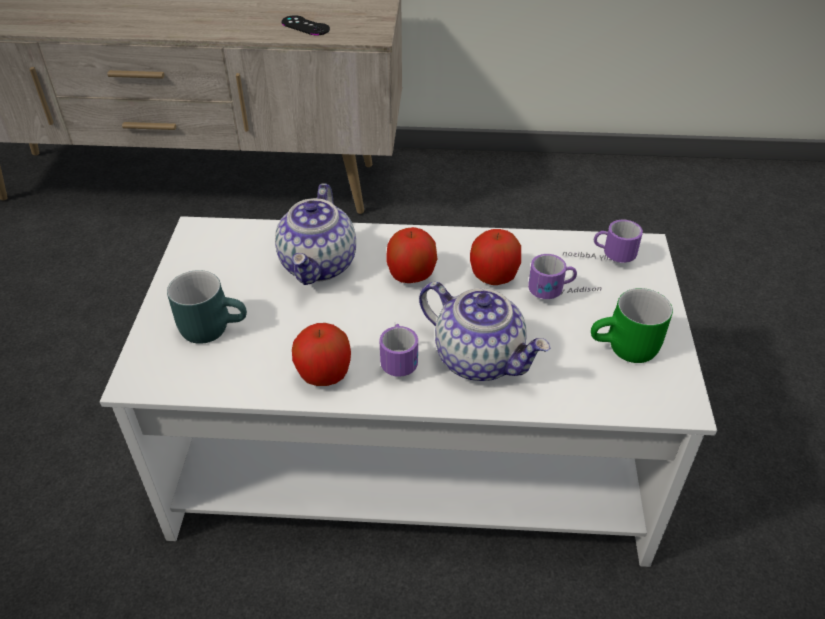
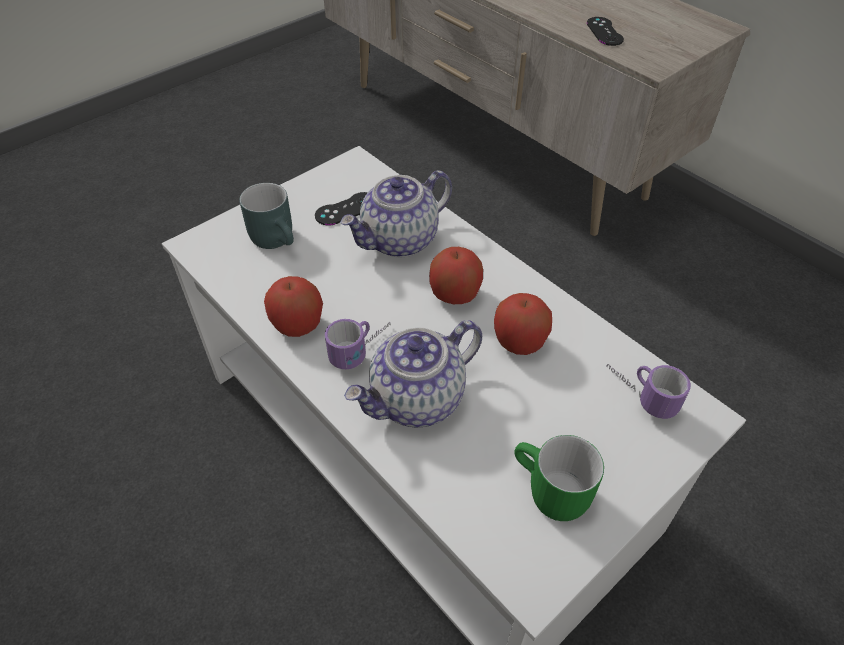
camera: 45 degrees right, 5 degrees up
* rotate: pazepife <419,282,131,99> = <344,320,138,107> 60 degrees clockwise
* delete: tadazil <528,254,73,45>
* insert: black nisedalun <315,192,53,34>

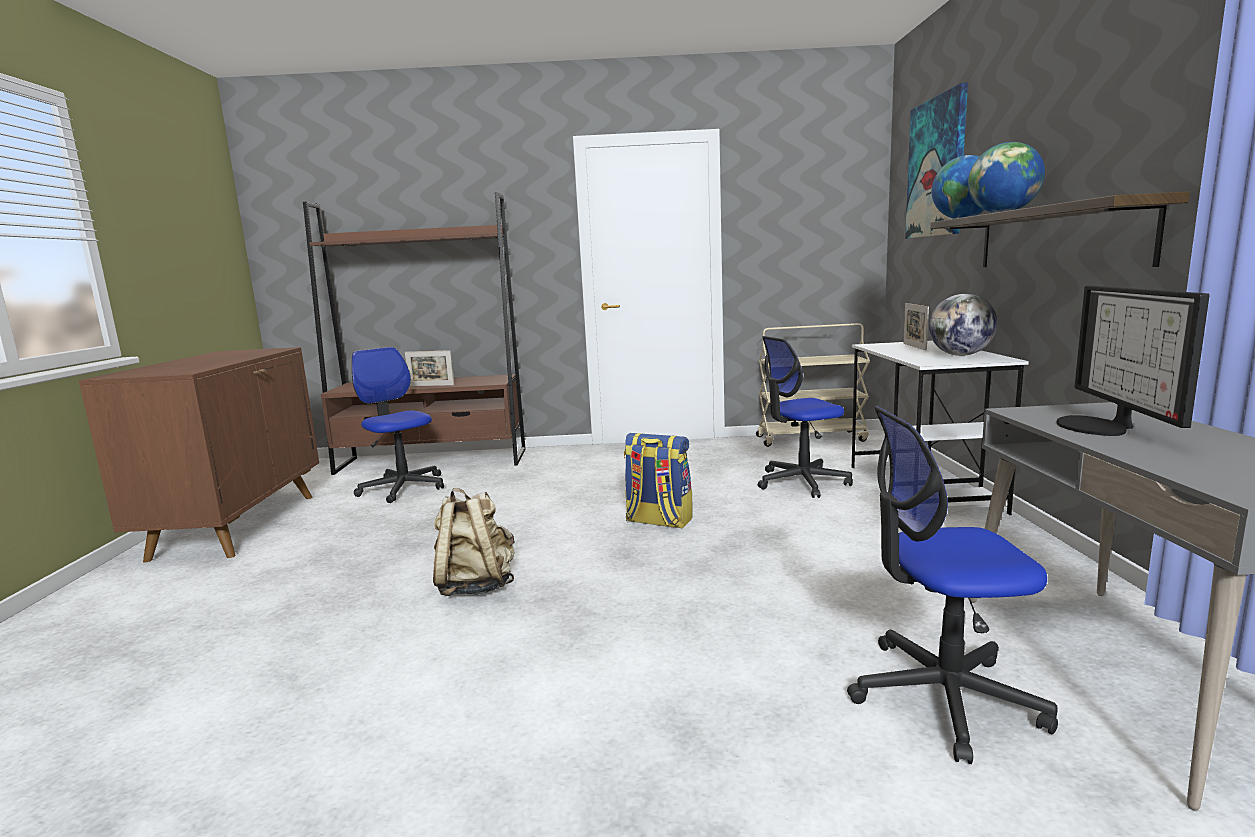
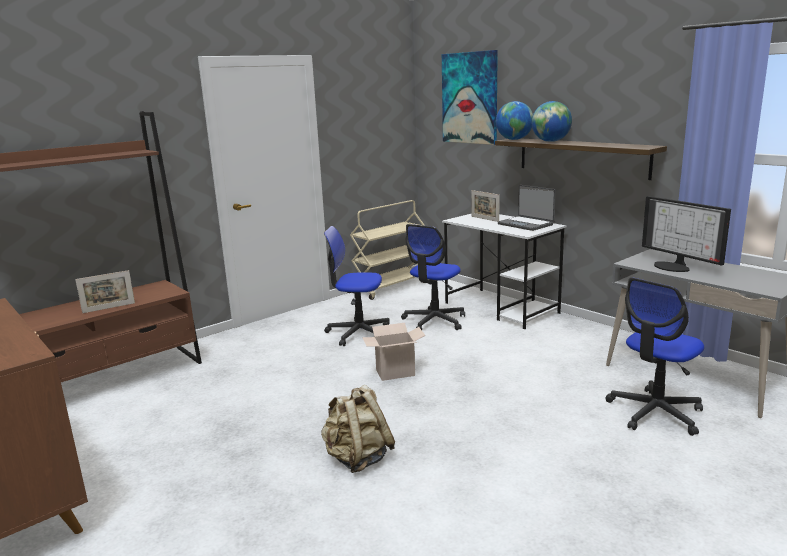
camera: 40 degrees left, 5 degrees up
* move: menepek <352,347,92,156> to <324,226,66,120>
* replace: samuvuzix <624,433,68,95> to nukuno <362,323,64,58>
* replace: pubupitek <929,294,69,62> to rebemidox <498,185,58,46>

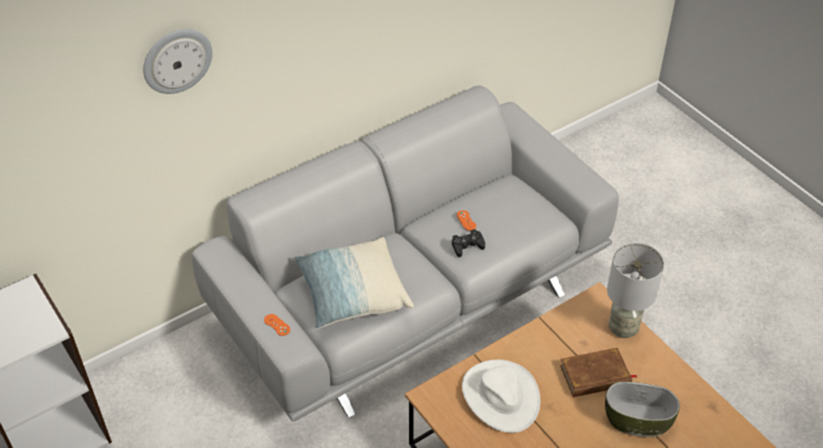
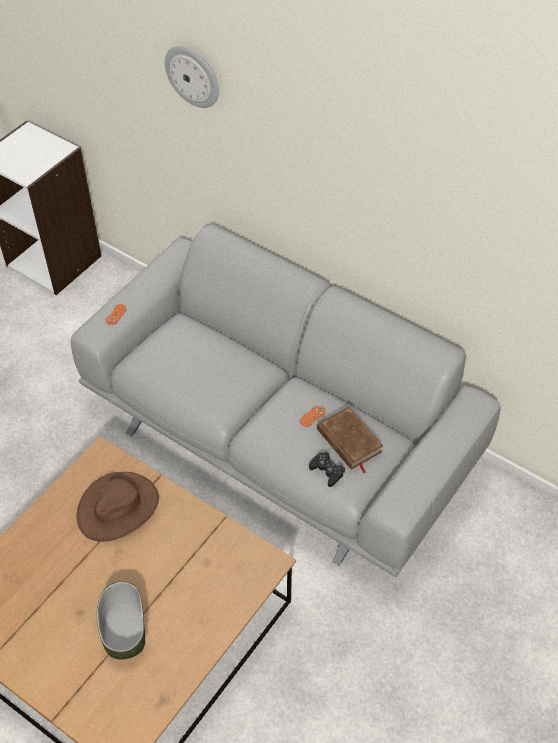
camera: 70 degrees right, 5 degrees up
* delete: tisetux <294,237,120,92>
* move: black nisedalun <452,229,33,28> to <309,452,36,35>
* recolor: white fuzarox <462,360,78,73> to brown fuzarox <77,472,82,70>
* move: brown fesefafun <560,348,77,49> to <317,407,66,66>
* delete: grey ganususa <607,242,57,96>

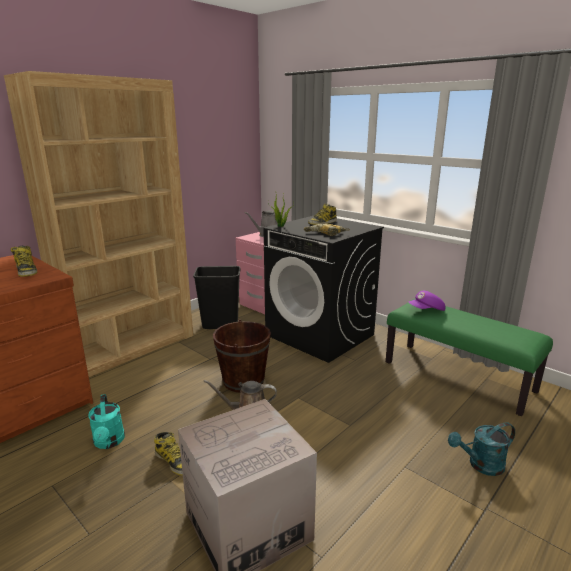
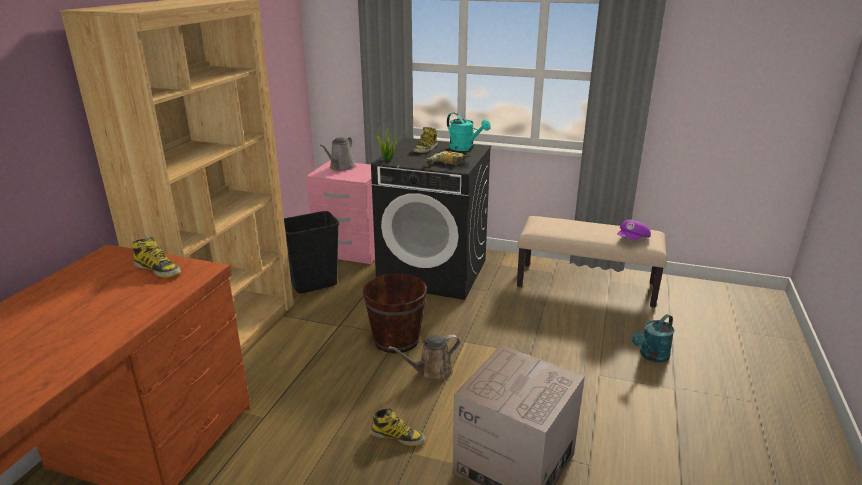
camera: 25 degrees left, 5 degrees up
* move: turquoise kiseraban <88,394,37,55> to <447,113,44,38>
* recolor: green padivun <386,299,167,117> to beige padivun <517,216,150,91>
* move: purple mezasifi <409,291,37,20> to <617,220,34,20>

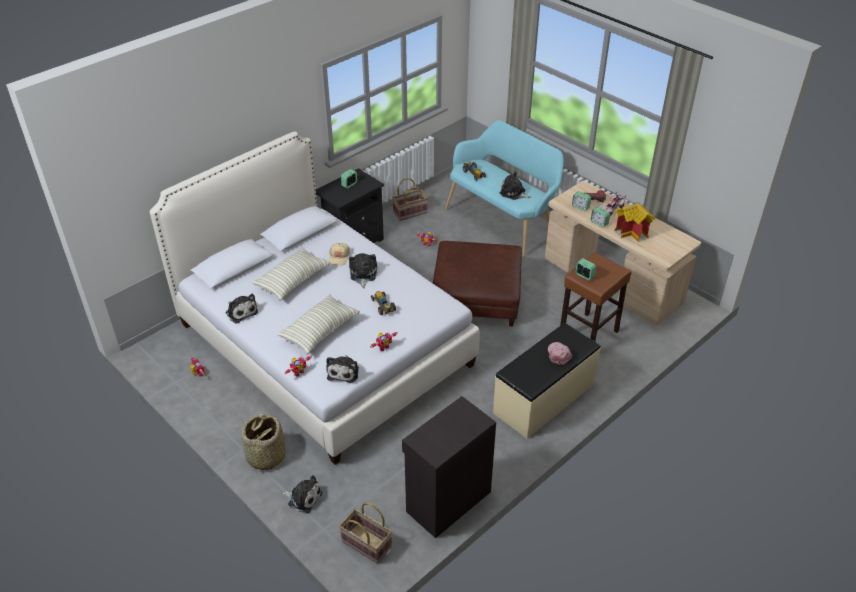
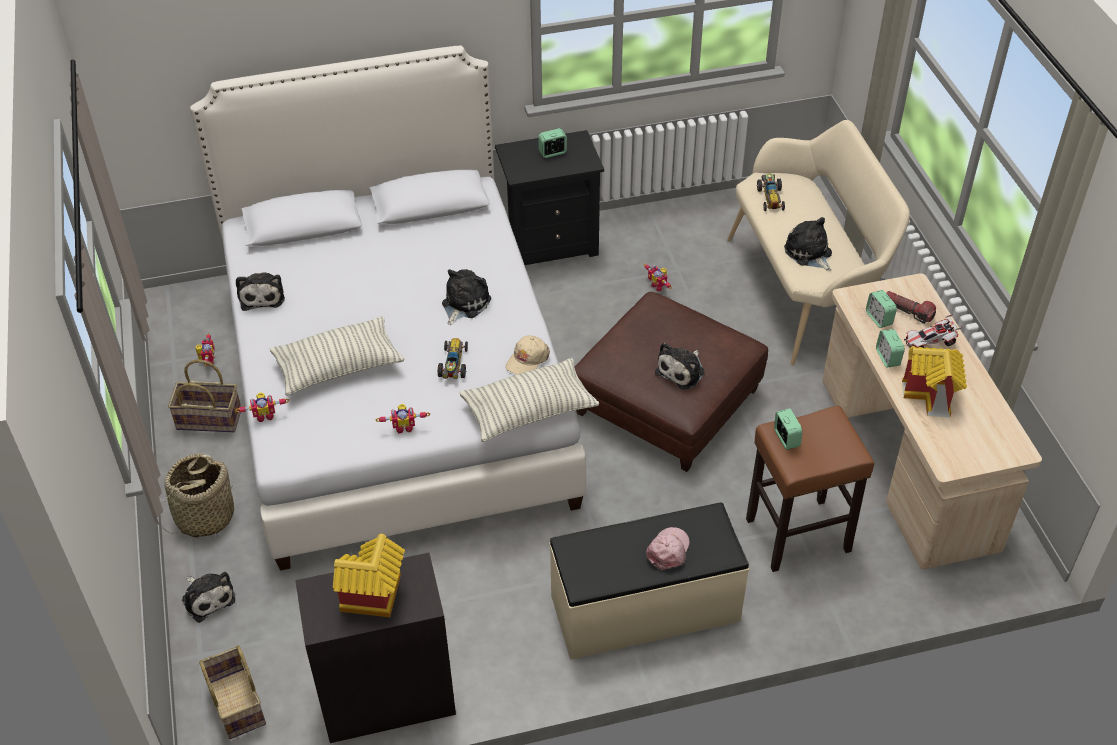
camera: 30 degrees right, 5 degrees up
* move: tisetux <252,248,79,53> to <460,358,139,84>
* move: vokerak <326,355,33,28> to <655,343,50,46>
* move: beige mezasifi <329,243,21,22> to <506,336,44,39>
* move: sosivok <392,178,36,43> to <168,359,73,73>
* recolor: turquoise padivun <445,120,119,137> to beige padivun <727,120,183,245>
* insert: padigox <333,534,72,83>

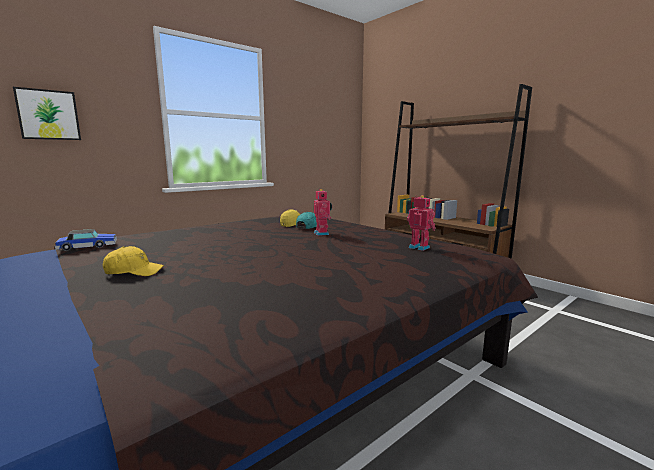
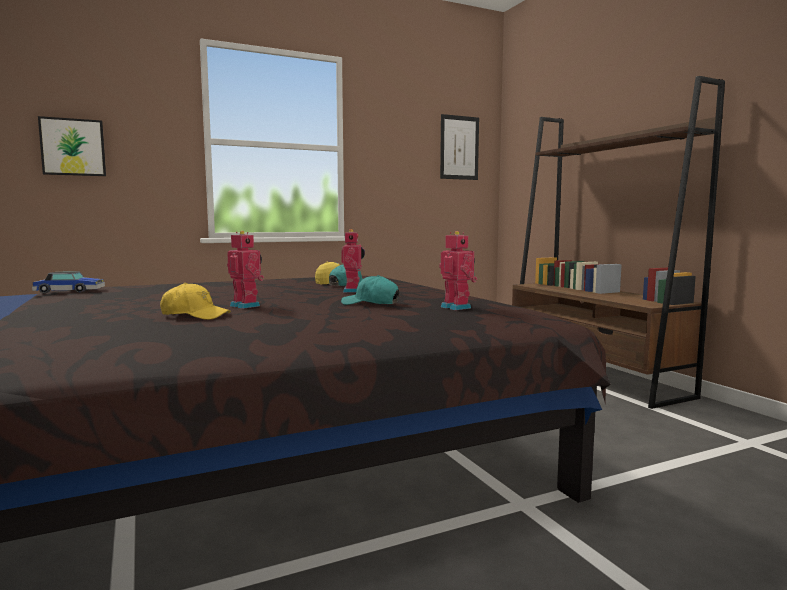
camera: 15 degrees right, 5 degrees down
* move: yellow mezasifi <103,246,61,30> to <160,282,71,38>
* insert: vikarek <227,231,37,78>
* insert: turquoise mezasifi <341,275,58,30>
* insert: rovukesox <440,114,39,66>

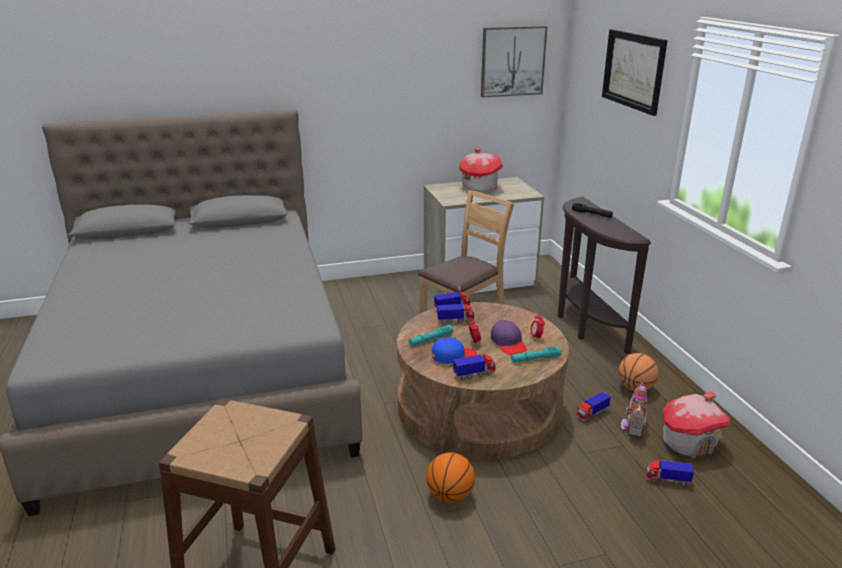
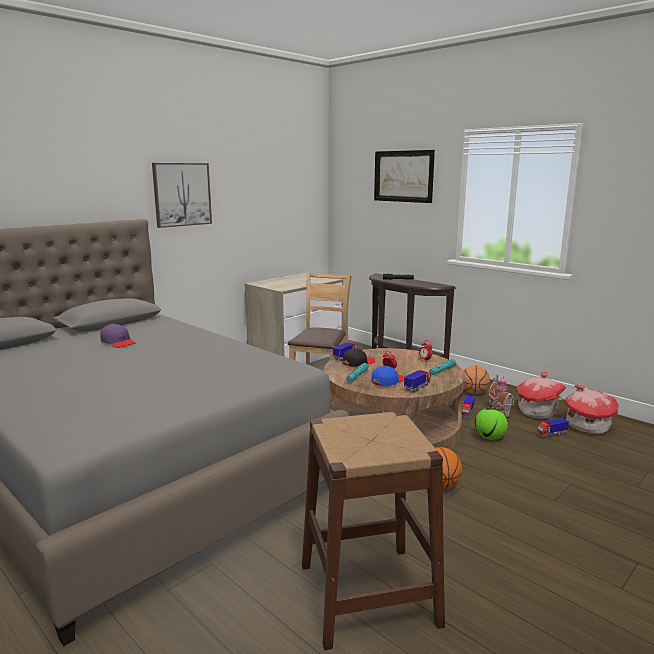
camera: 30 degrees left, 10 degrees down
* replace: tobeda <437,304,37,20> to black mezasifi <343,349,32,18>
* move: padigox <459,147,44,45> to <565,384,54,50>
* move: rovukesox <481,26,67,72> to <152,163,60,65>
* move: purple mezasifi <491,320,36,35> to <100,323,36,25>
* insert: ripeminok <475,407,33,33>

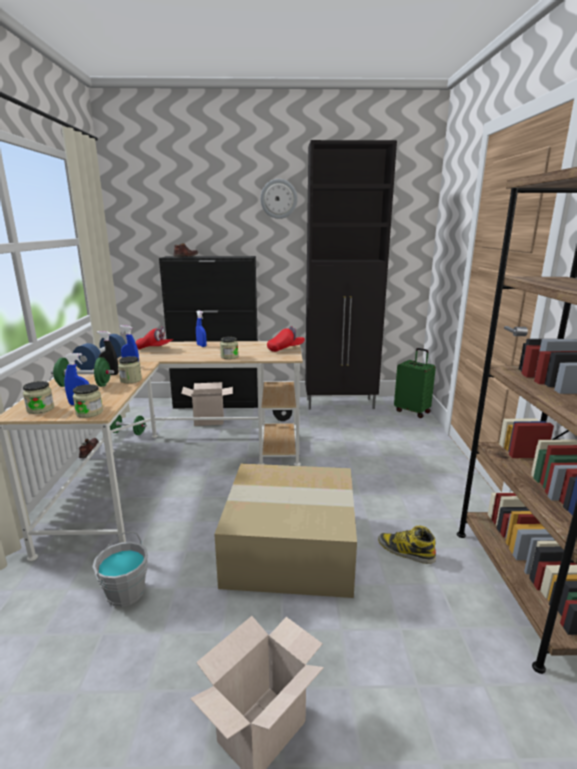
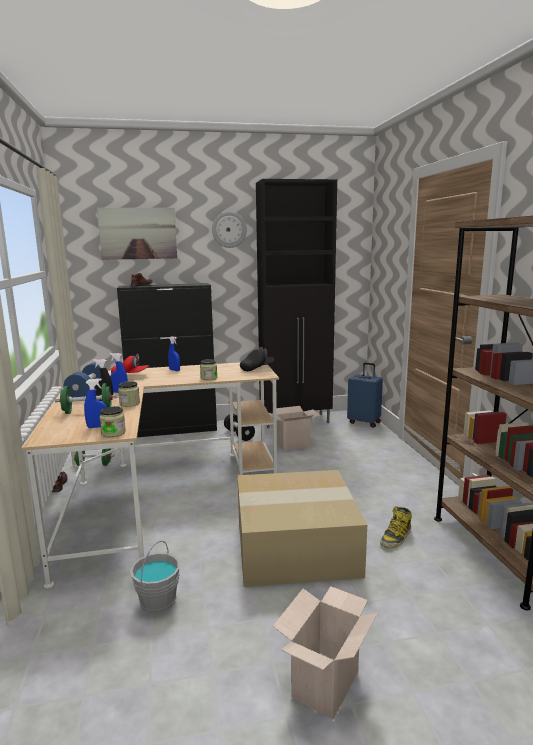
camera: 10 degrees left, 5 degrees down
* delete: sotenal <23,381,31,33>
* move: nukuno <181,382,52,44> to <269,406,52,45>
* recolor: red mezasifi <267,326,38,26> to black mezasifi <240,347,35,24>
* rotate: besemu <378,526,58,38> = <380,506,32,42> 75 degrees counterclockwise
* recolor: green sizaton <394,348,42,70> to blue sizaton <347,362,36,66>
* insert: rovukesox <97,208,80,52>

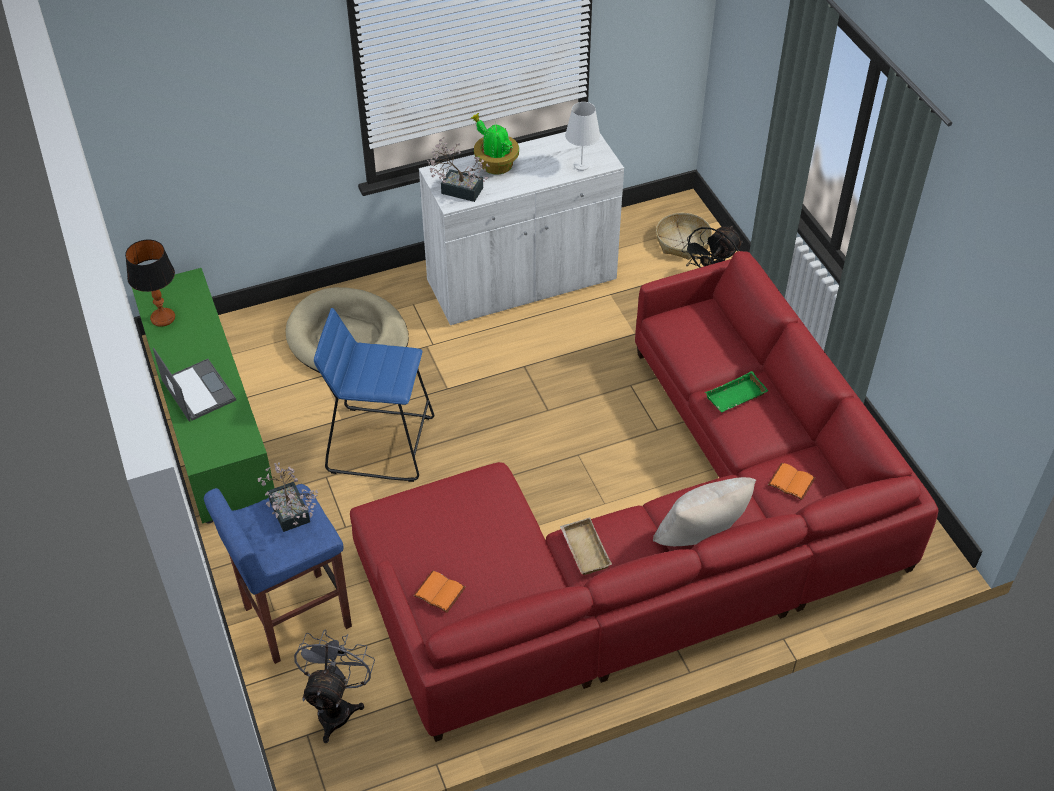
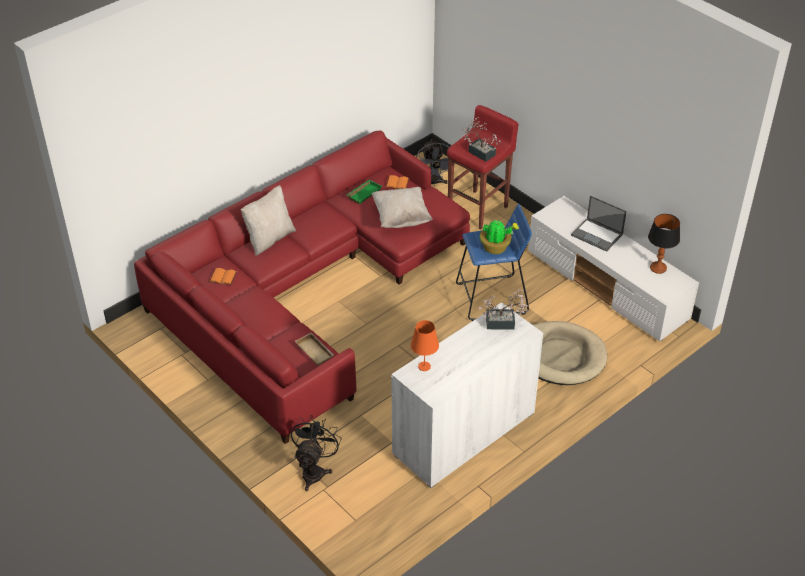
camera: 160 degrees right, 5 degrees down
* recolor: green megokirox <132,268,142,255> to white megokirox <528,196,171,145>
* recolor: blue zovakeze <204,484,148,180> to red zovakeze <447,105,71,125>
* move: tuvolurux <471,113,48,61> to <480,219,39,35>
* move: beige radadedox <560,518,52,57> to <295,333,39,33>
* recolor: white ganususa <565,102,35,69> to orange ganususa <411,320,28,51>
* delete: sosivok <656,213,56,47>
* move: green radadedox <705,371,64,41> to <347,179,35,25>
* insert: beige tisetux <372,187,61,41>

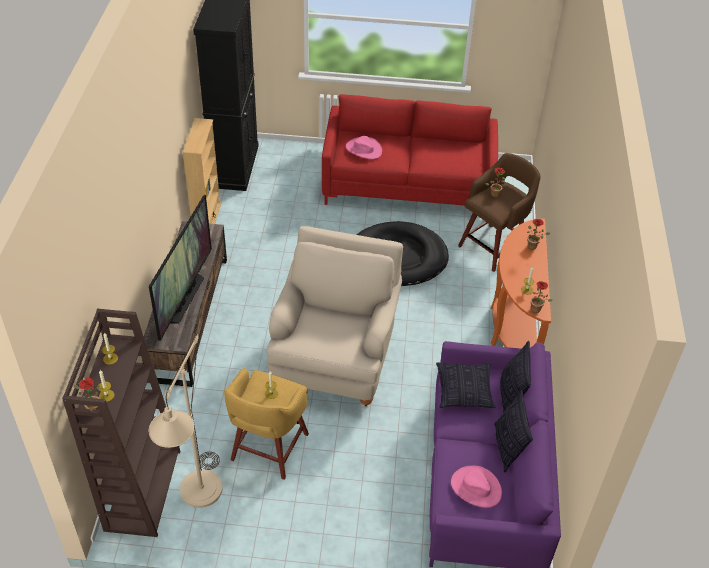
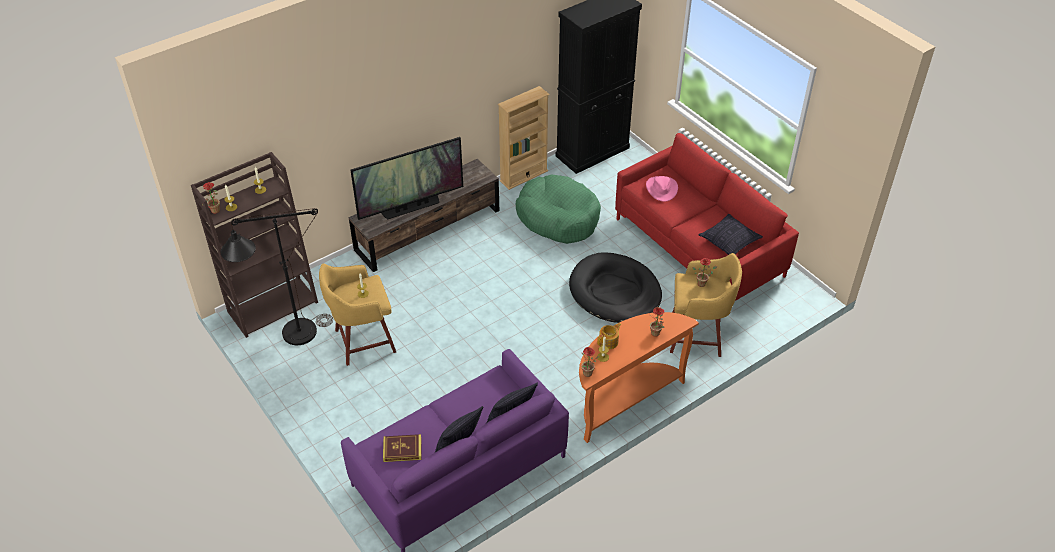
camera: 50 degrees right, 0 degrees up
* recolor: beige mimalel <149,334,74,174> to black mimalel <221,208,112,137>
* delete: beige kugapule <267,226,136,180>
* move: tisetux <436,362,59,46> to <698,214,65,41>
* replace: pink fuzarox <451,466,51,42> to fesefafun <383,434,39,28>
* recolor: brown zovakeze <458,153,82,119> to yellow zovakeze <670,253,72,104>
* insert: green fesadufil <516,174,85,70>
* insert: pazepife <597,323,24,26>

